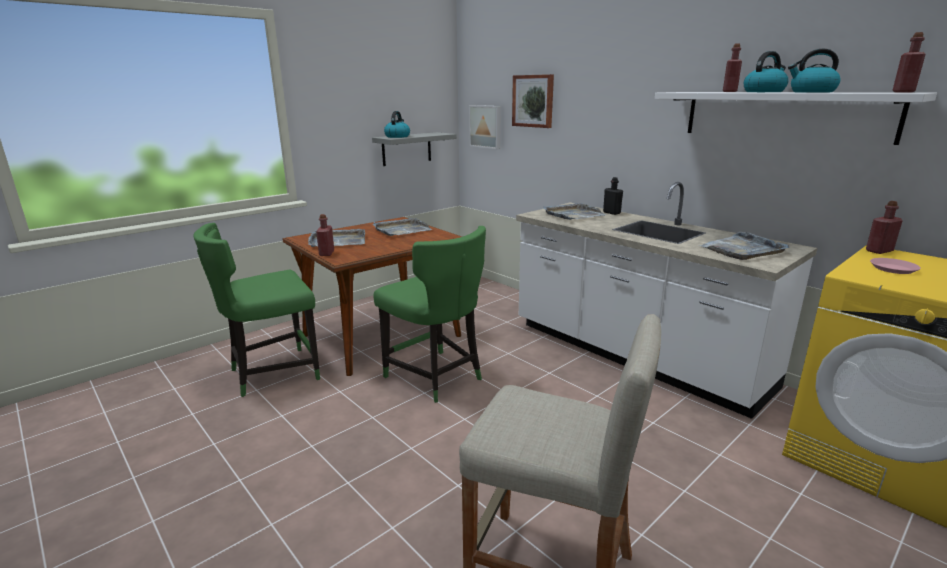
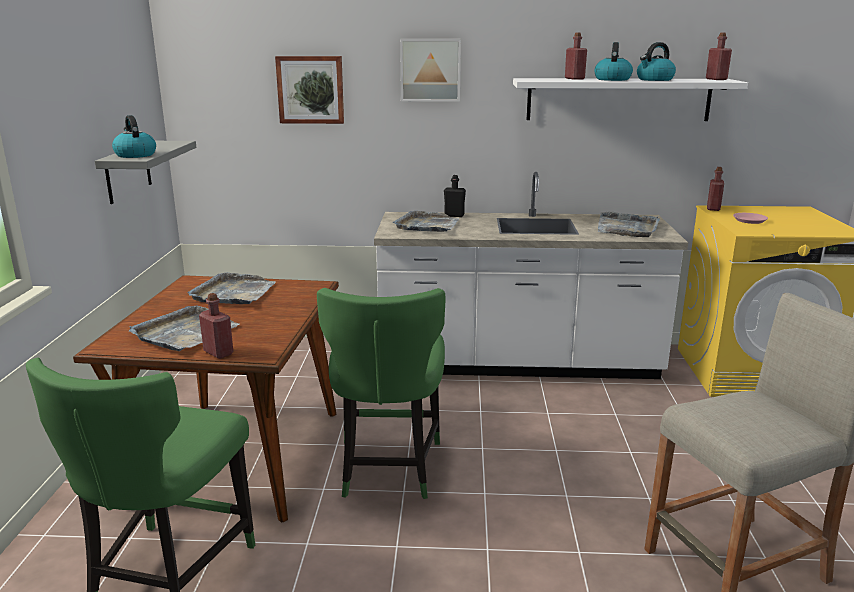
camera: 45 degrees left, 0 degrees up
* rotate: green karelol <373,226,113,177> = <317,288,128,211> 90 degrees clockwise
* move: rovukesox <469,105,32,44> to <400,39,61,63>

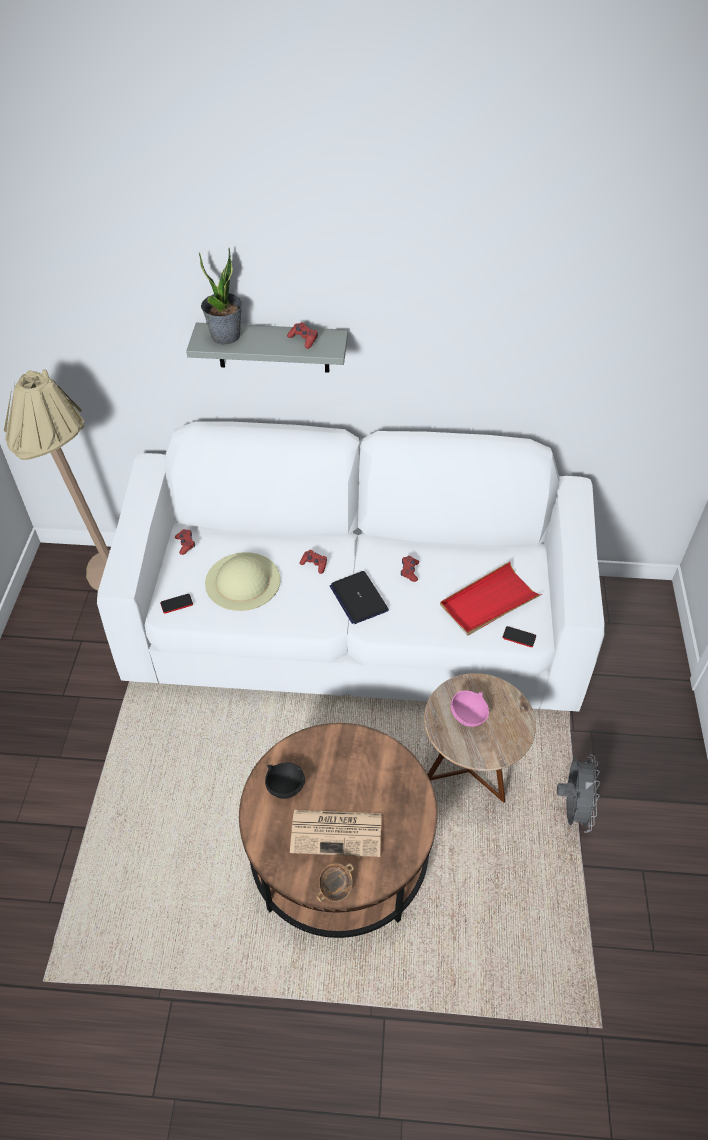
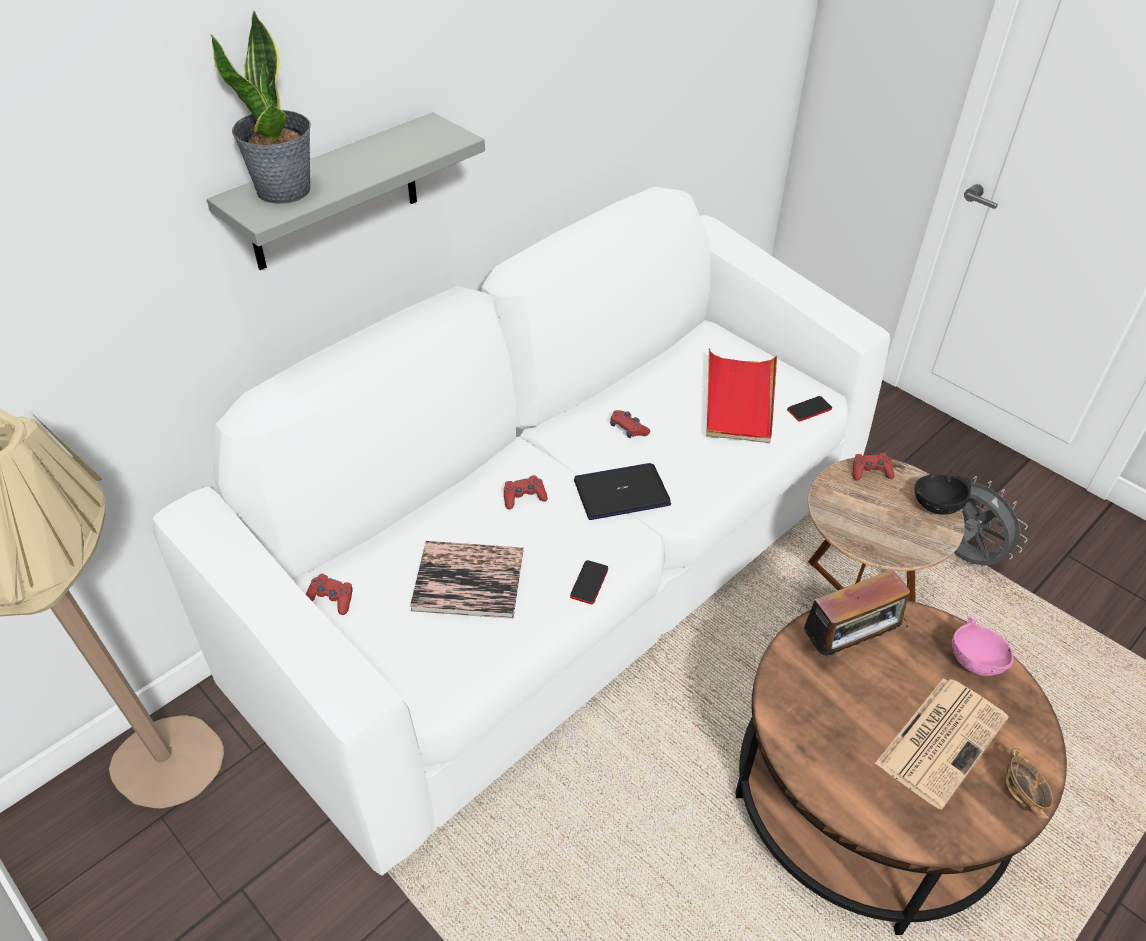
camera: 50 degrees left, 5 degrees down
* move: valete <160,594,33,19> to <570,560,38,44>
* replace: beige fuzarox <205,552,76,59> to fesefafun <410,541,113,78>
* move: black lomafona <265,763,40,36> to <915,474,56,41>
* move: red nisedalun <287,322,31,27> to <852,453,42,27>
* rotate: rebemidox <330,571,59,53> = <574,463,97,57> 150 degrees clockwise
* move: pink lomafona <451,690,38,37> to <952,617,62,59>
* insert: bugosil <801,569,109,87>

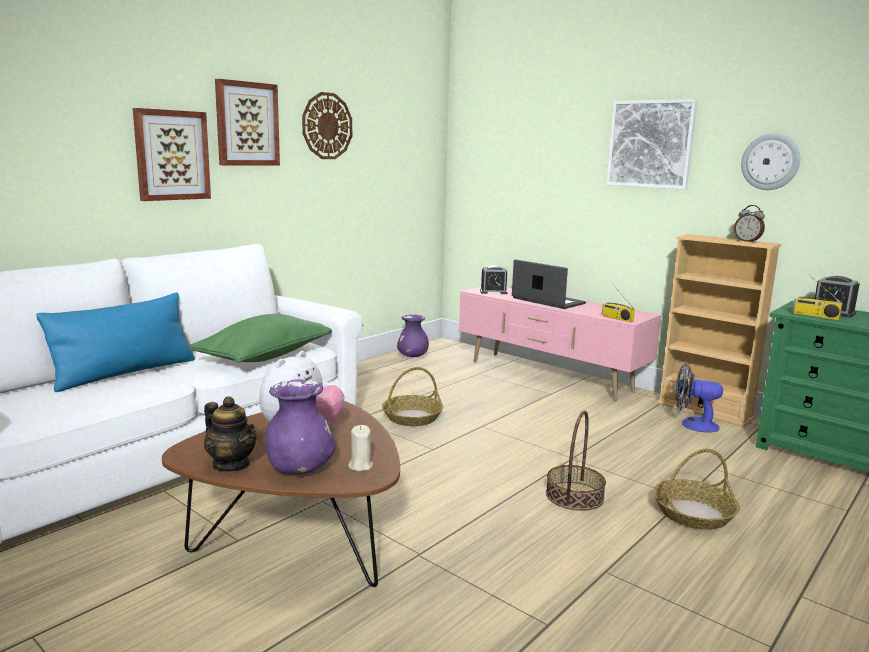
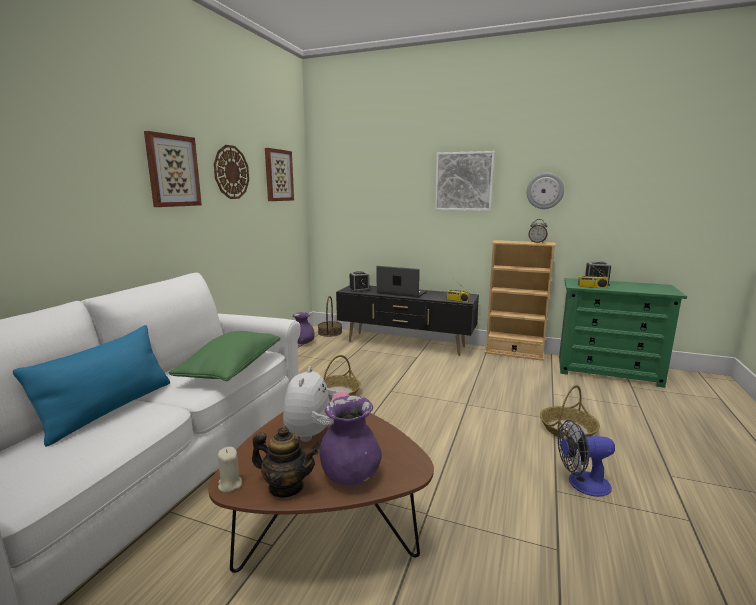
camera: 20 degrees left, 0 degrees up
* move: rovukesox <133,108,78,93> to <265,148,29,53>
* move: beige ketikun <348,425,25,46> to <218,447,24,45>
* recolor: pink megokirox <459,287,202,114> to black megokirox <336,285,143,71>
* move: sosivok <546,411,60,100> to <318,296,24,41>
* move: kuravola <675,364,48,69> to <558,420,57,77>

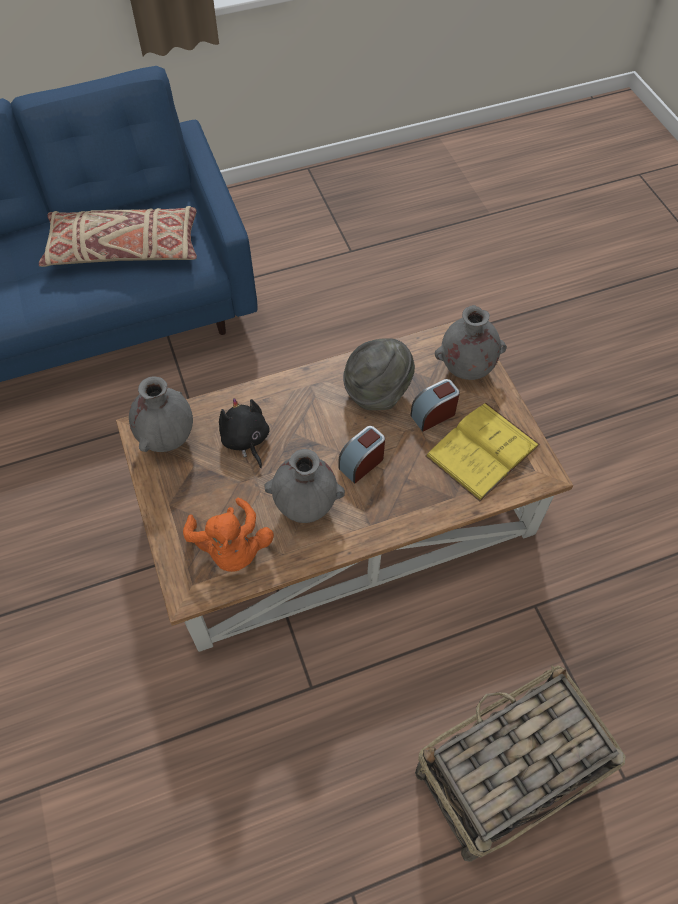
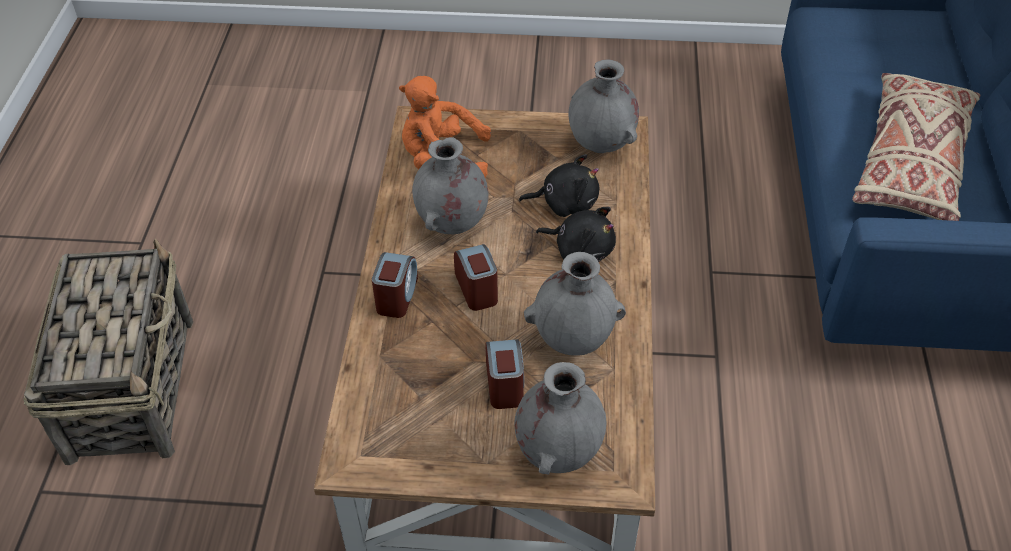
camera: 115 degrees right, 10 degrees down
* replace: grey fuzarox <343,338,72,72> to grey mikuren <524,252,102,104>
* delete: yellow fesefafun <425,402,115,100>
* insert: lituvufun <372,252,46,66>
* insert: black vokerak <536,207,80,55>

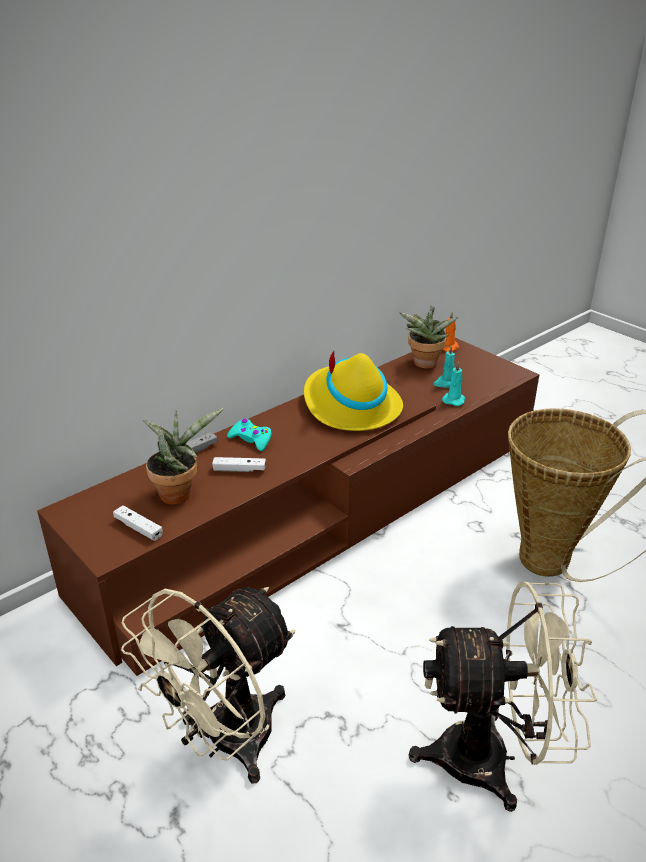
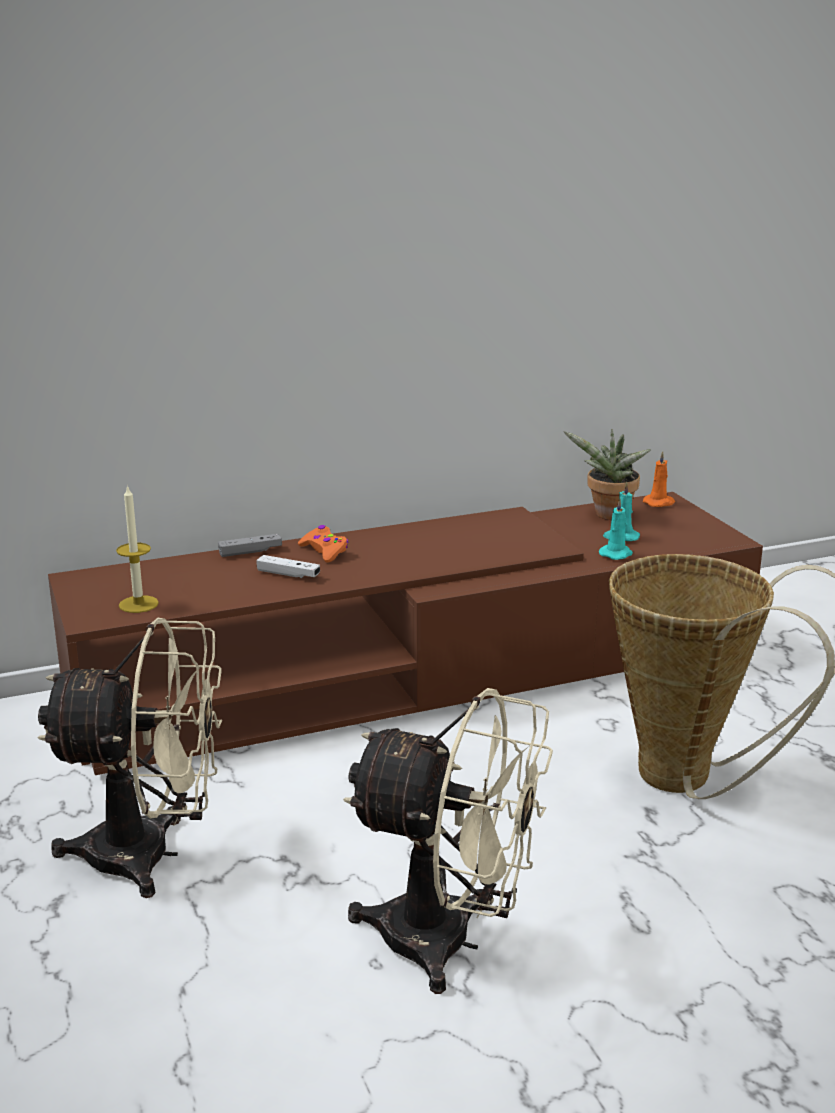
camera: 20 degrees right, 10 degrees down
* replace: white nisedalun <113,505,50,36> to ketikun <116,485,43,128>
* rotate: beige kuravola <121,587,174,197> = <37,618,185,280> 150 degrees counterclockwise
* delete: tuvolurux <143,408,81,97>
* recolor: turquoise nisedalun <227,419,45,32> to orange nisedalun <298,525,50,37>
* delete: yellow fuzarox <304,351,99,80>

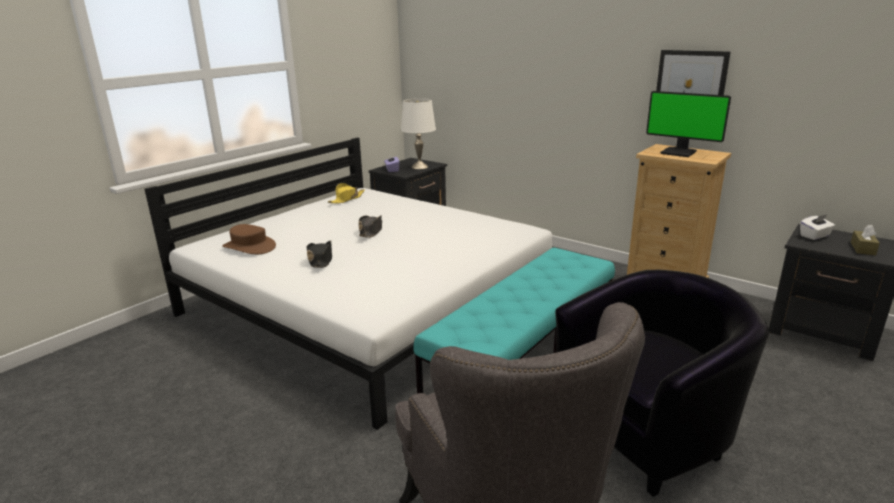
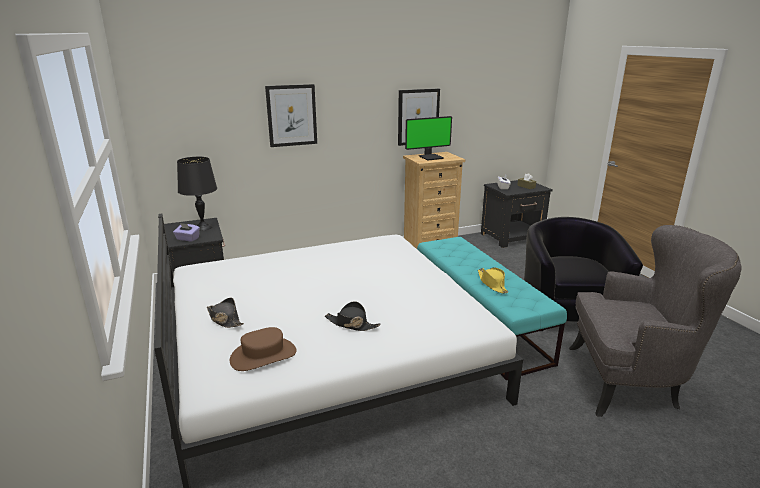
camera: 60 degrees left, 0 degrees up
* move: yellow fuzarox <328,183,37,20> to <478,268,31,26>
* move: black fuzarox <359,215,23,23> to <207,298,37,30>
* recolor: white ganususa <401,98,35,71> to black ganususa <177,157,40,74>
* insert: rovukesox <265,84,52,63>

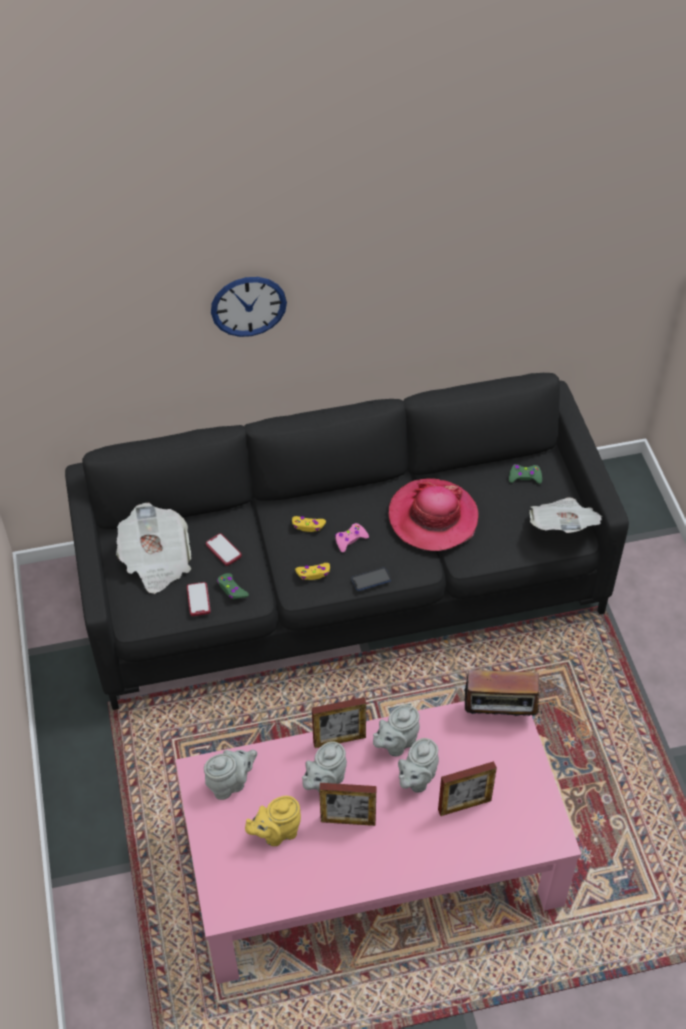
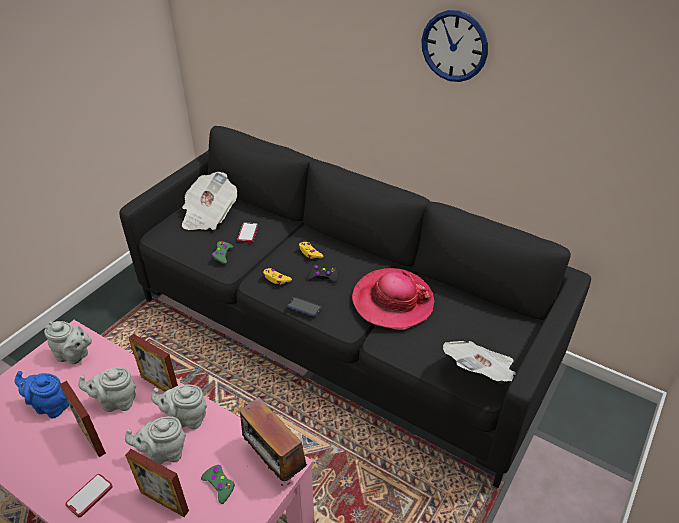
camera: 45 degrees right, 10 degrees down
* move: valete <187,582,24,34> to <65,474,48,43>
* move: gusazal <211,277,76,60> to <421,10,67,72>
* recolor: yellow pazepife <245,796,56,50> to blue pazepife <15,371,54,47>
* recolor: pink nisedalun <335,523,34,29> to black nisedalun <308,265,29,18>
* move: green nisedalun <509,464,33,20> to <201,465,34,39>

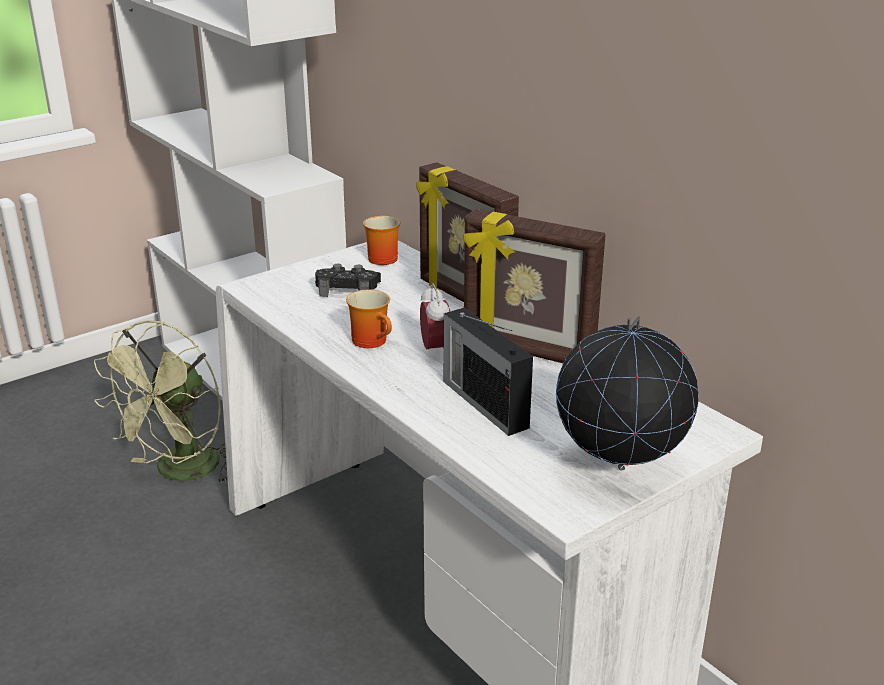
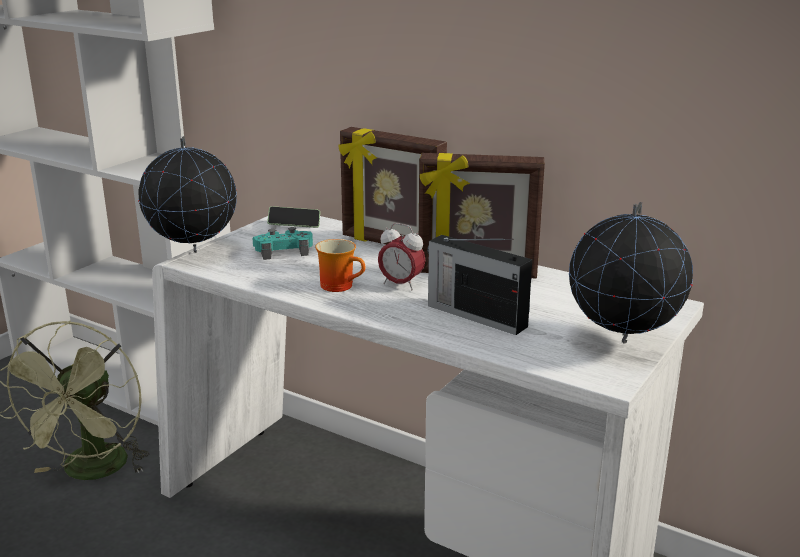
camera: 20 degrees left, 5 degrees down
* recolor: black nisedalun <315,264,66,33> to turquoise nisedalun <252,227,61,33>
* replace: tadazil <363,216,38,49> to valete <267,206,53,22>
* rotate: lituvufun <420,283,30,67> = <378,223,48,68> 150 degrees clockwise
* insert: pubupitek <138,136,99,117>

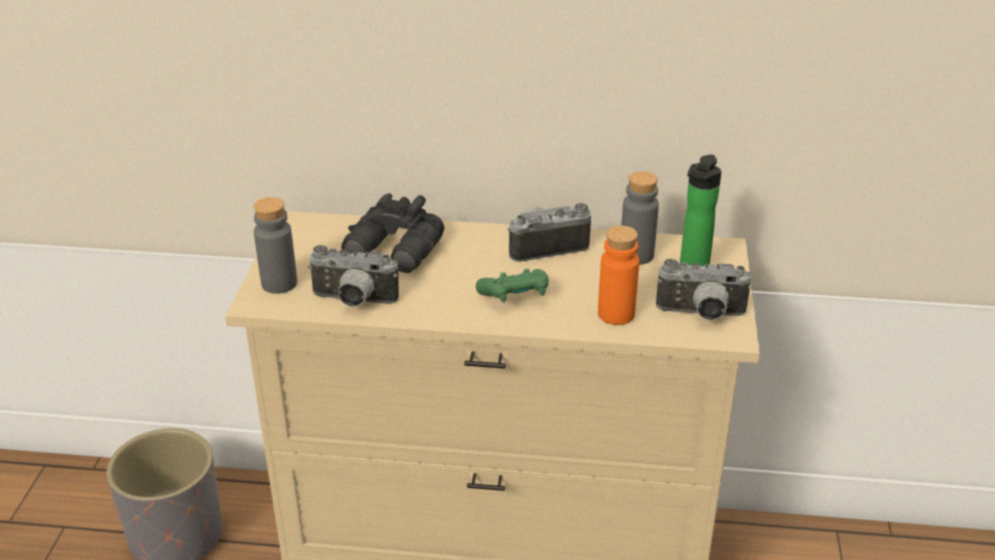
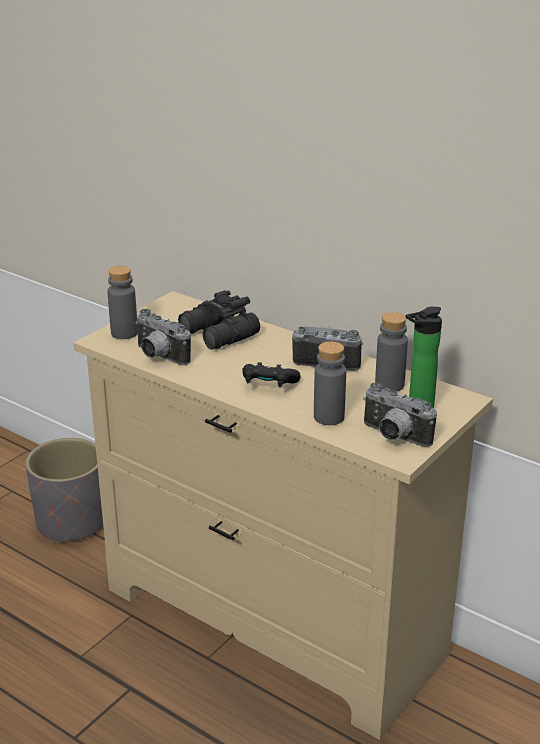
camera: 30 degrees right, 5 degrees down
* recolor: green nisedalun <476,269,73,34> to black nisedalun <242,362,59,25>
* recolor: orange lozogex <598,225,41,100> to grey lozogex <314,341,32,84>

